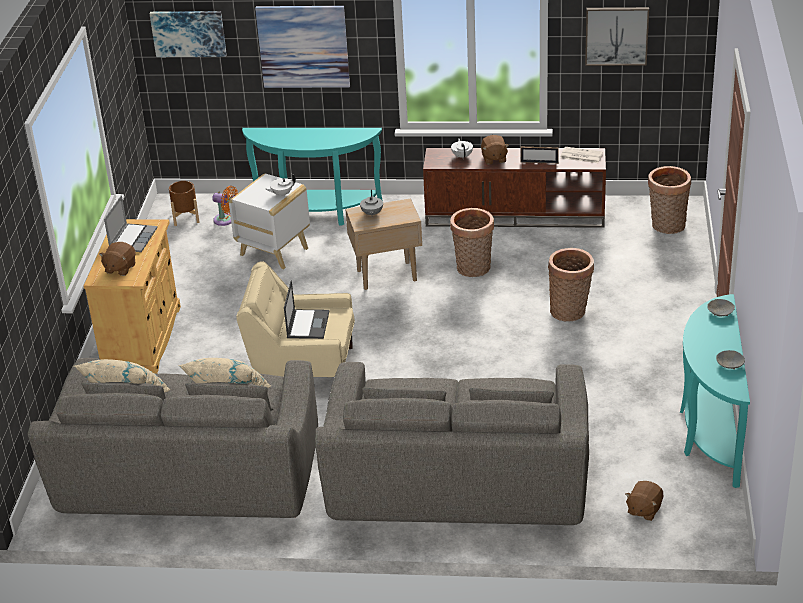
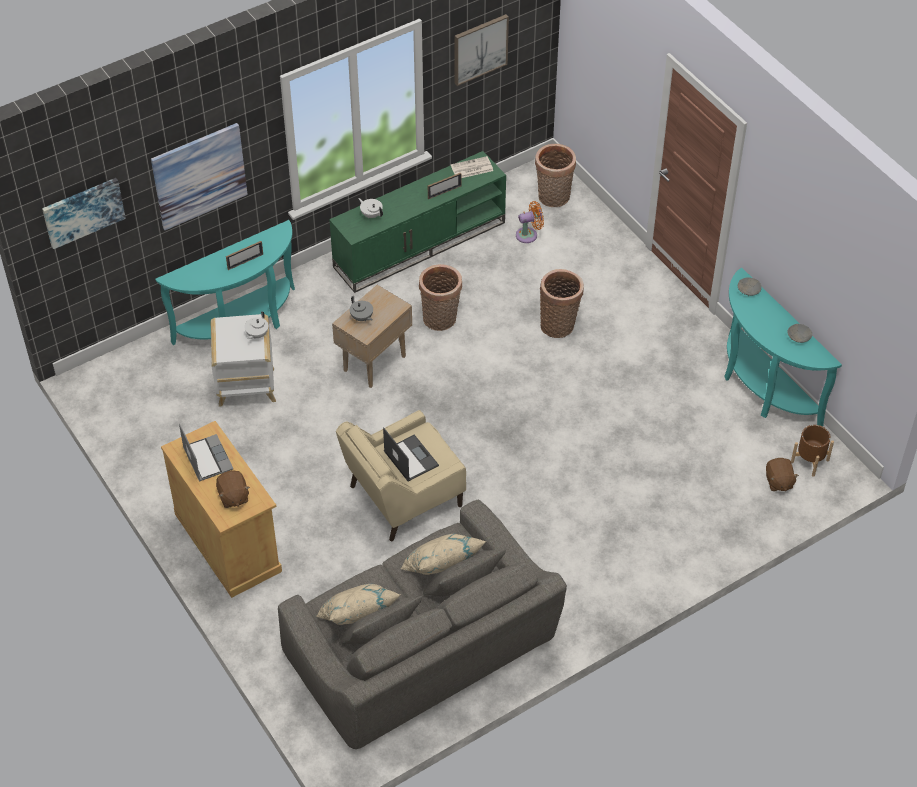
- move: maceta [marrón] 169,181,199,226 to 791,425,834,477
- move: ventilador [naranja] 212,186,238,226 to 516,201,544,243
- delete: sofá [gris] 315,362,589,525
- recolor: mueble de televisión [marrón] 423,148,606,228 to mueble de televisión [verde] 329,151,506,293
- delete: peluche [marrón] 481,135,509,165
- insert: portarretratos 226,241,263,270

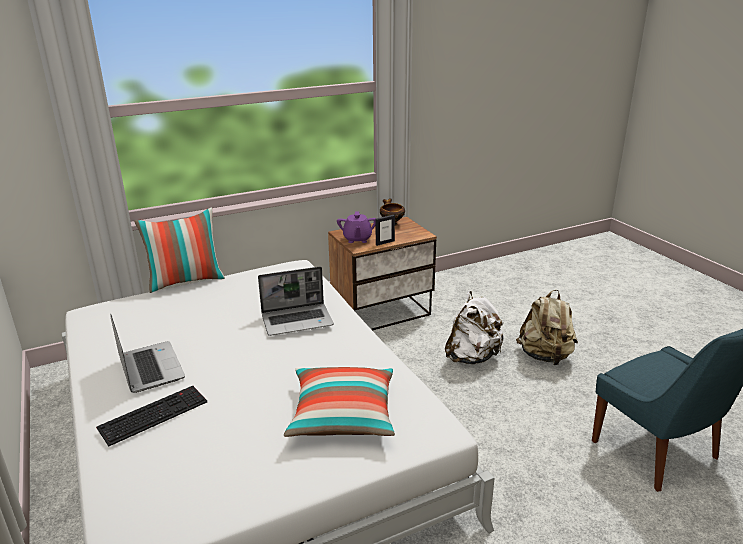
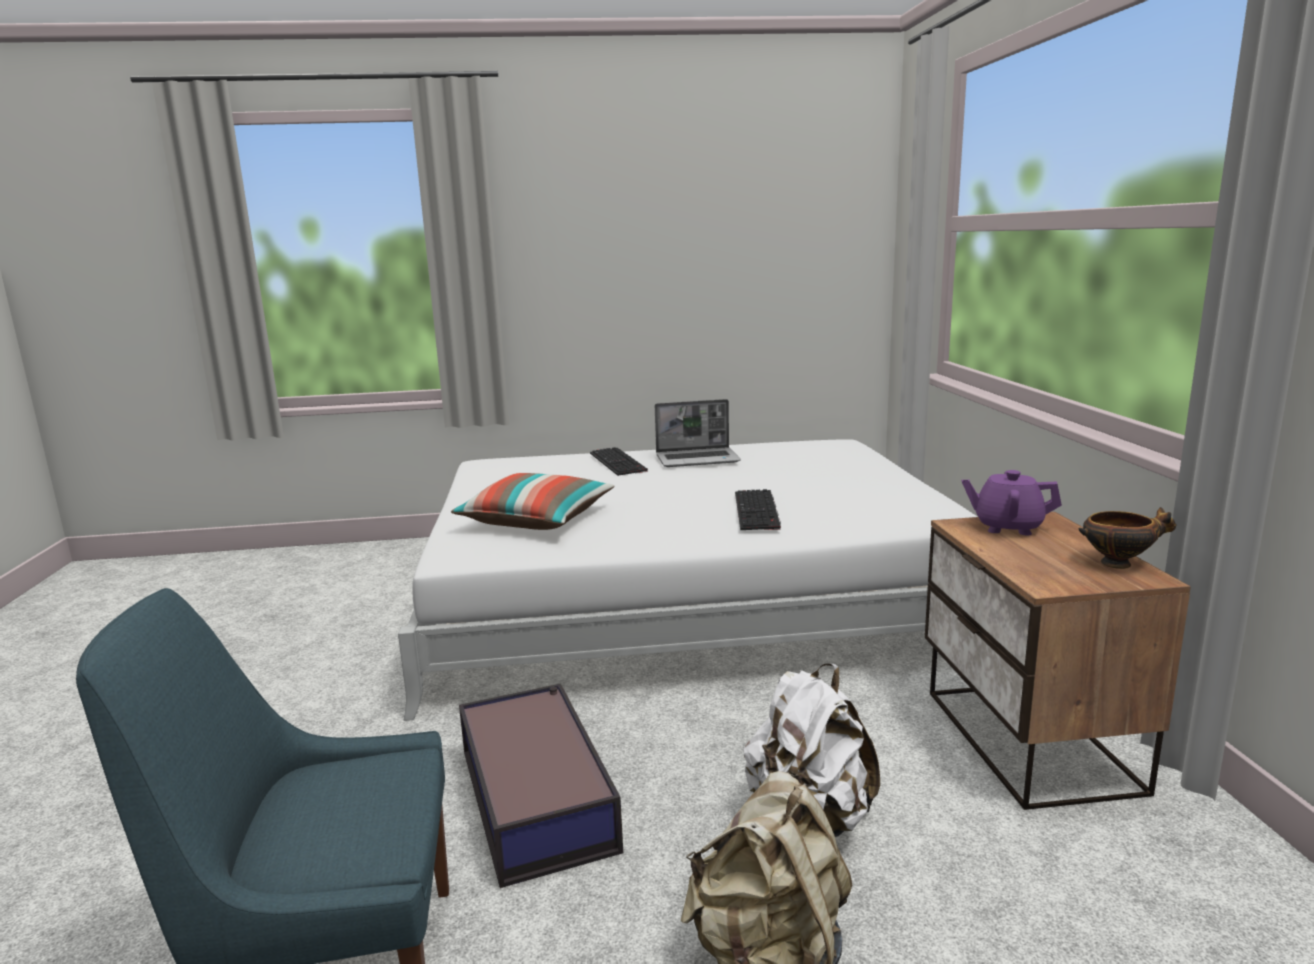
- delete: cojín 134,208,225,293
- replace: portátil 258,267,334,336 to teclado 735,489,781,530
- delete: portarretratos 376,215,395,246
- insert: caja de almacenaje 459,683,623,888

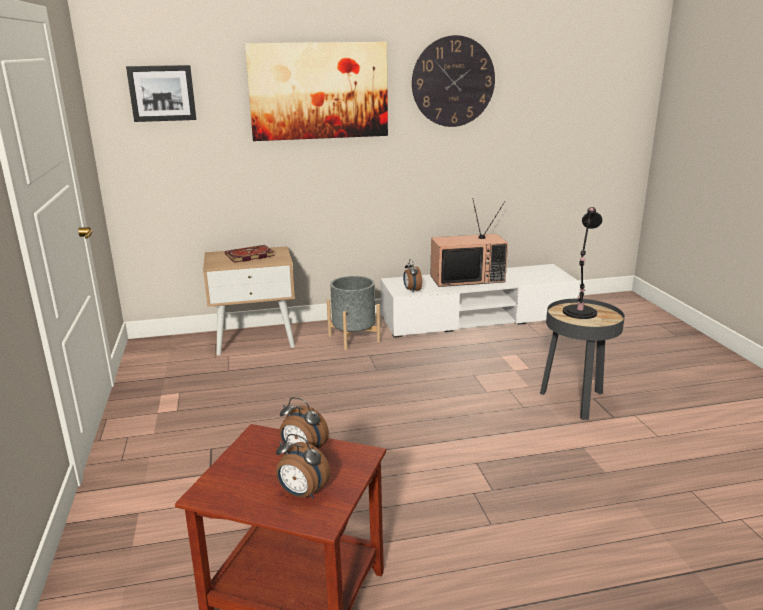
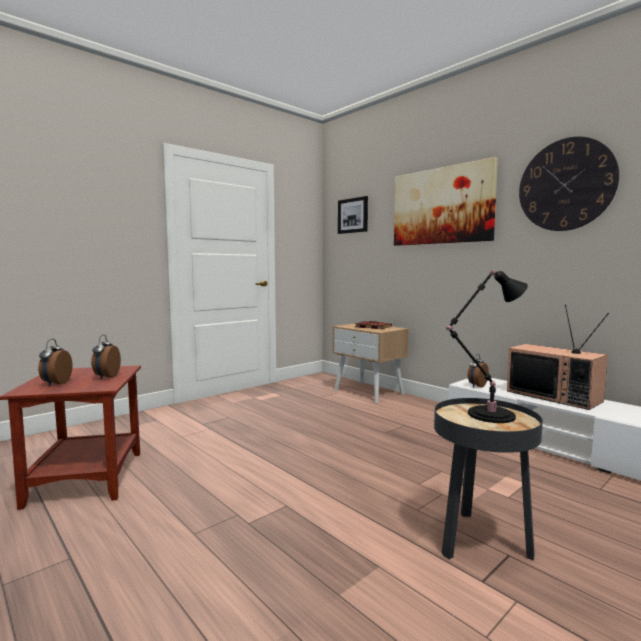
- delete: maceta [gris] 327,276,380,350

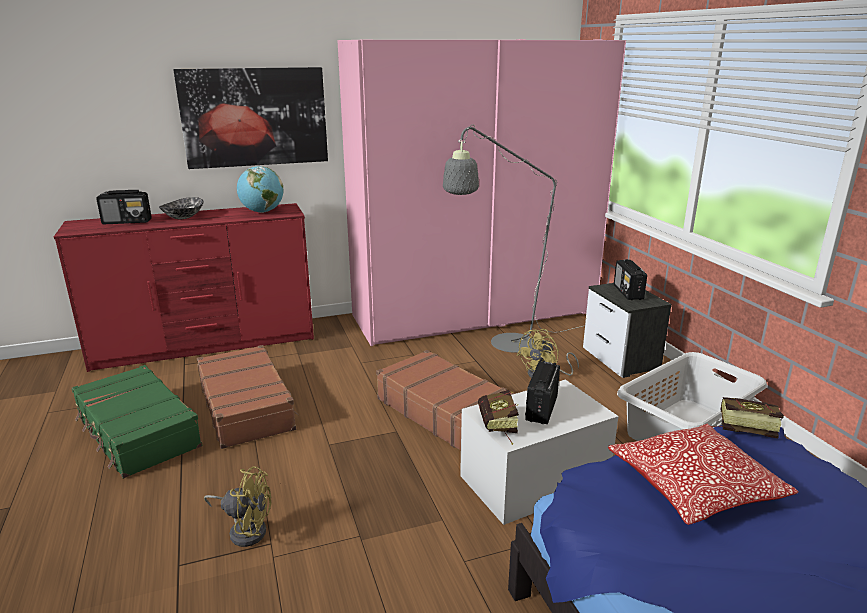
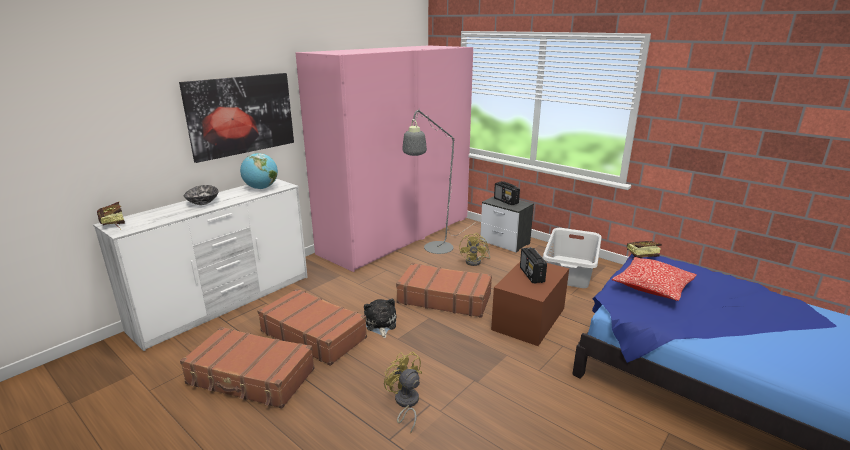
- recolor: cómoda [rojo] 54,203,314,372 to cómoda [blanco] 93,178,308,351
- recolor: maleta [verde] 72,365,203,478 to maleta [marrón] 180,327,315,409
- delete: radio 96,190,152,224
- rotate: ventilador [amarillo] 204,466,271,547 = 384,352,422,433 105 degrees counterclockwise
- recolor: caja de almacenaje [blanco] 460,379,618,525 to caja de almacenaje [marrón] 491,262,569,346
- move: libro 478,390,519,445 to 97,202,125,230
- insert: peluche 364,299,396,338

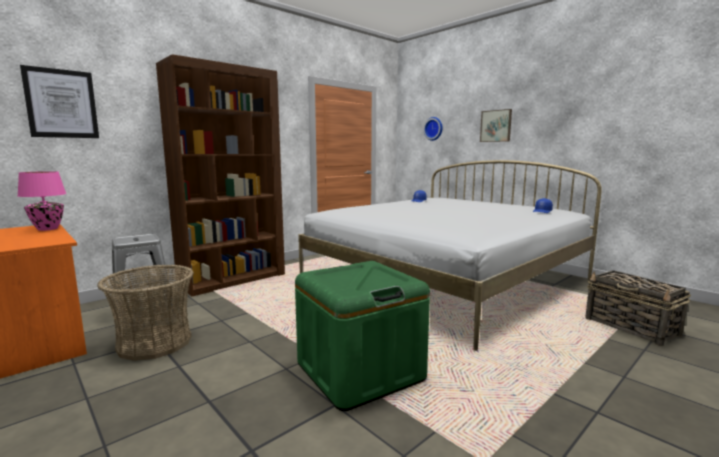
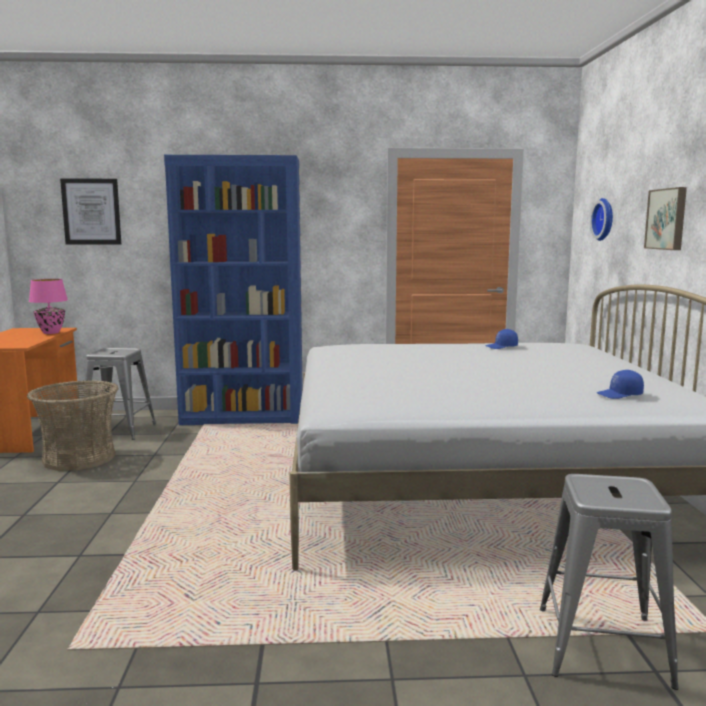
- recolor: estantería [marrón] 156,54,285,296 to estantería [azul] 164,155,303,425
- delete: caja de almacenaje [verde] 295,261,430,411
- replace: cesta 585,270,691,346 to taburete [gris] 540,474,679,690

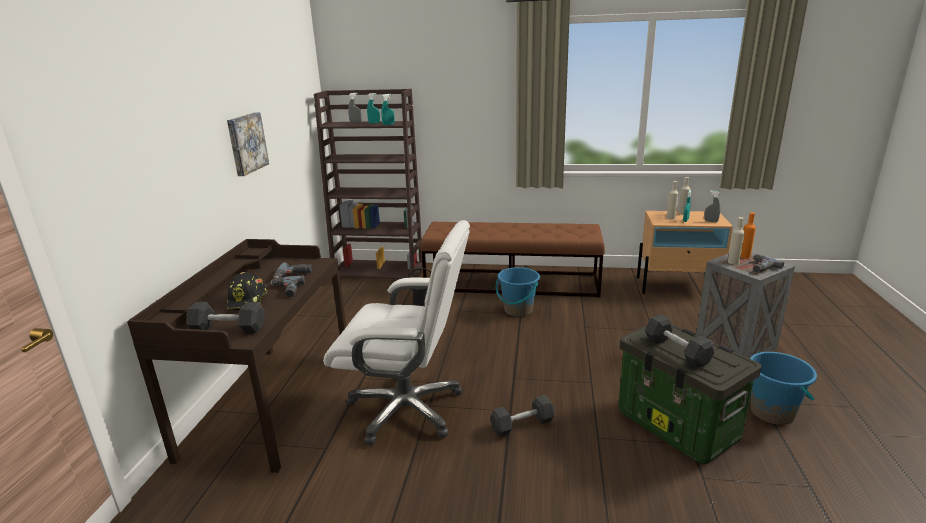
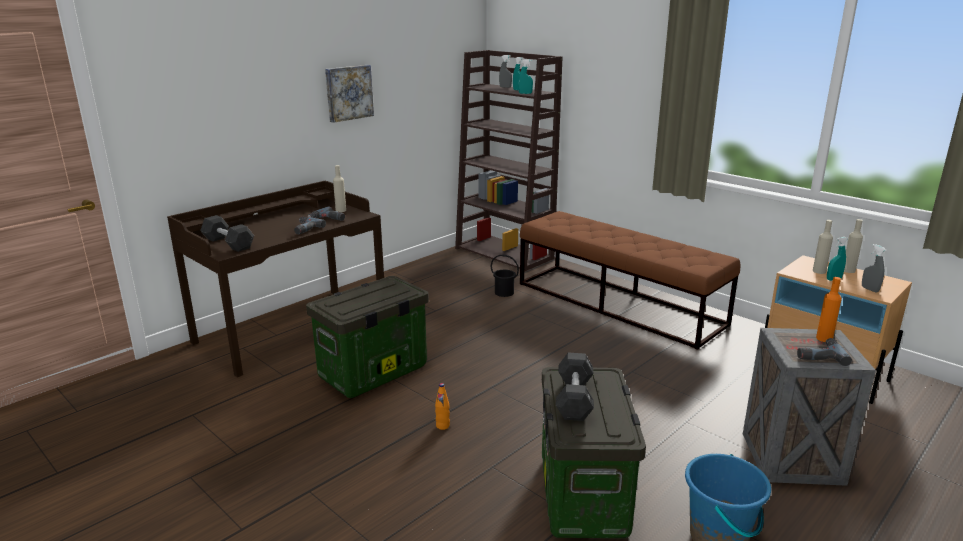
- delete: casco [negro] 226,272,267,310
- replace: silla de oficina [blanco] 323,220,470,445 to caja de almacenaje 306,276,429,398
- replace: mancuerna [negro] 490,395,555,437 to botella [naranja] 435,383,450,430
- delete: cubo [azul] 496,267,540,317
- move: botella [beis] 728,217,745,265 to 333,165,346,212

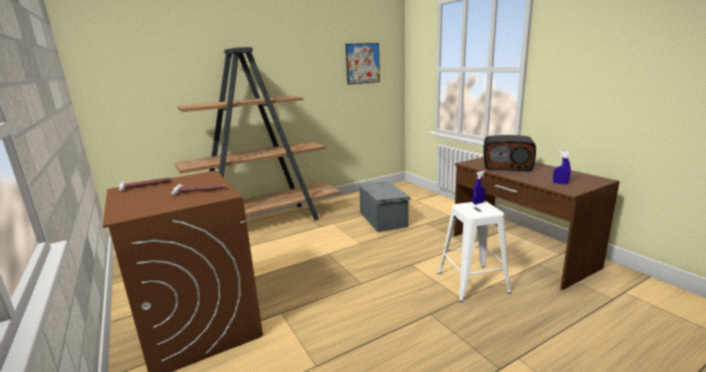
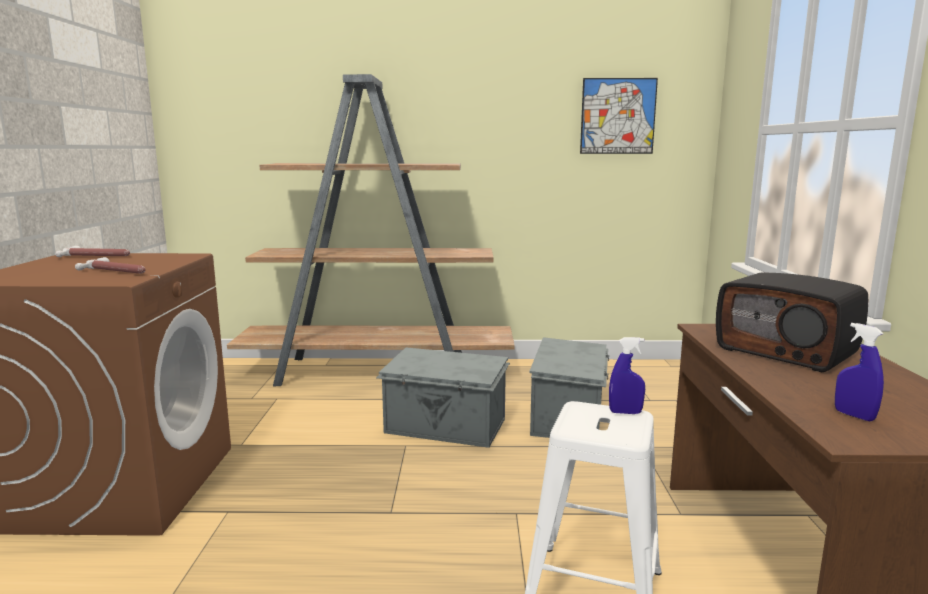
- insert: caja de almacenaje [gris] 376,347,510,448

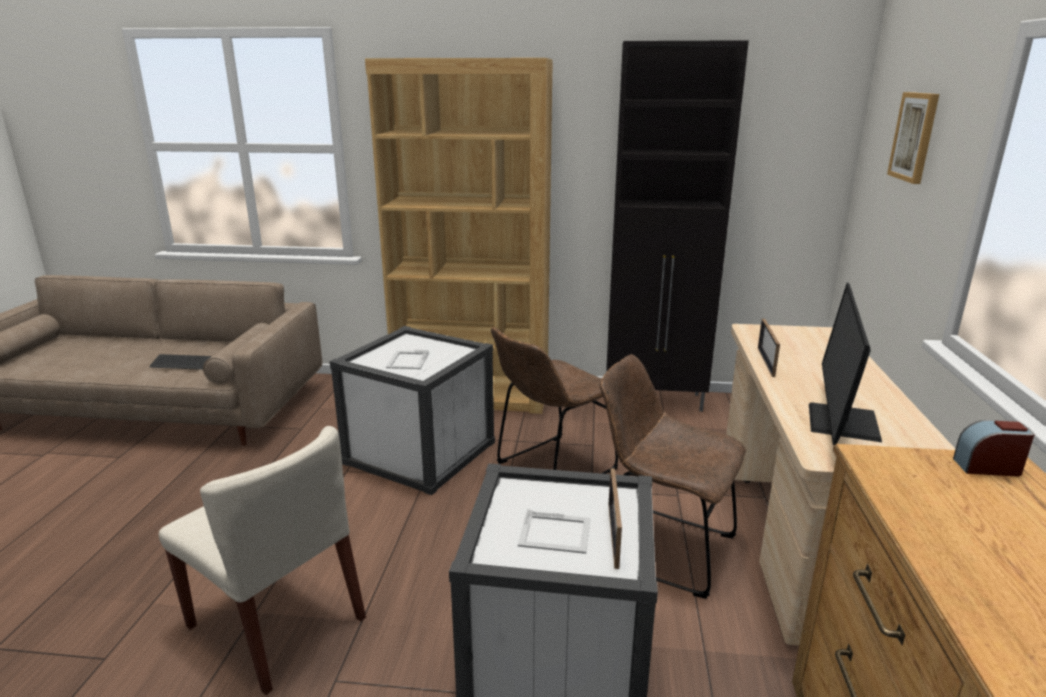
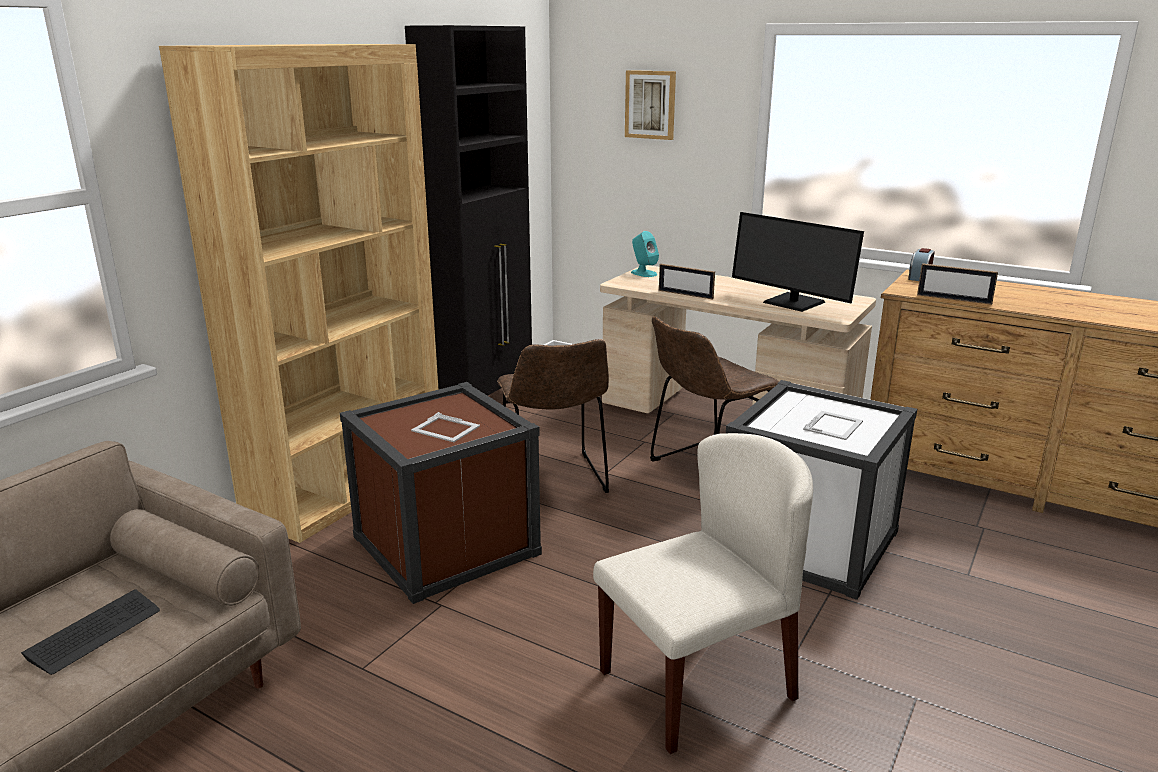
- recolor: caja de almacenaje [blanco] 329,326,495,495 to caja de almacenaje [marrón] 340,382,542,604
- move: portarretratos 608,468,622,569 to 917,263,998,305
- insert: altavoz [turquesa] 631,231,659,277

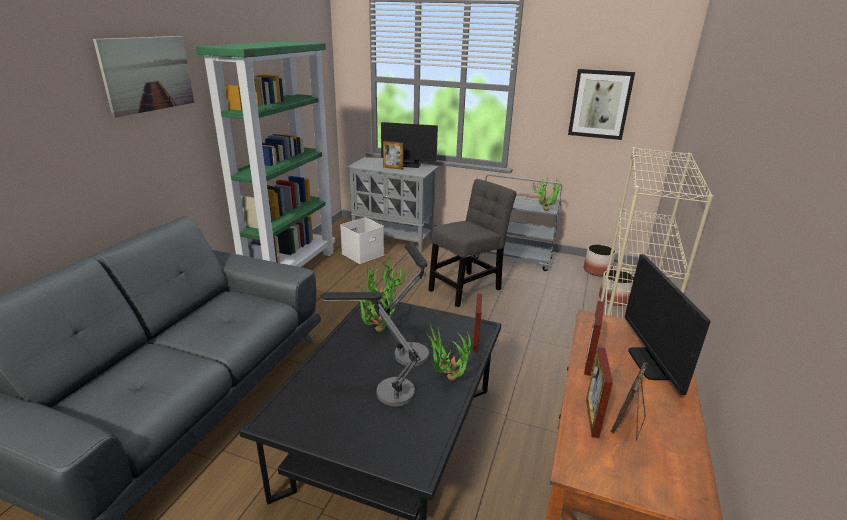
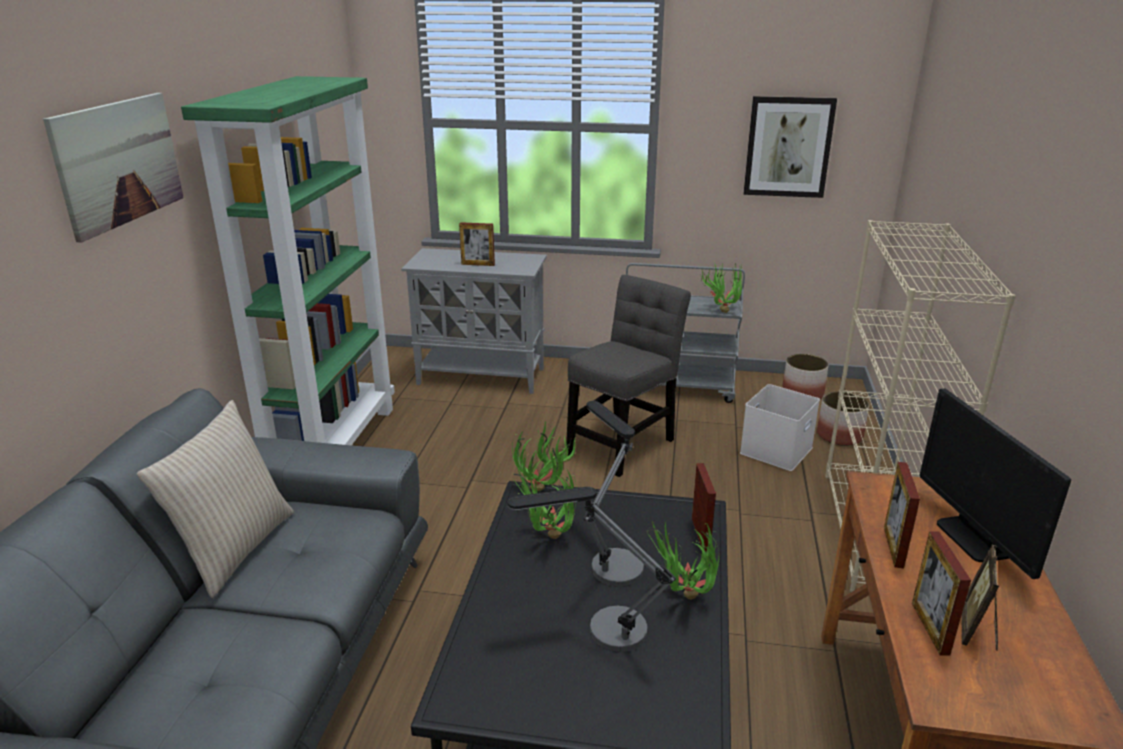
- move: caja de almacenaje [blanco] 340,217,384,264 to 740,384,820,471
- delete: monitor 381,122,438,168
- insert: cojín [beis] 137,400,294,598

